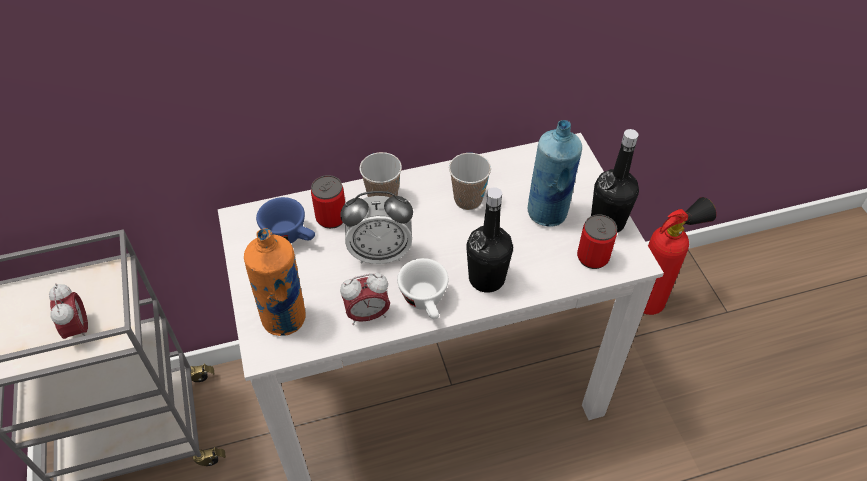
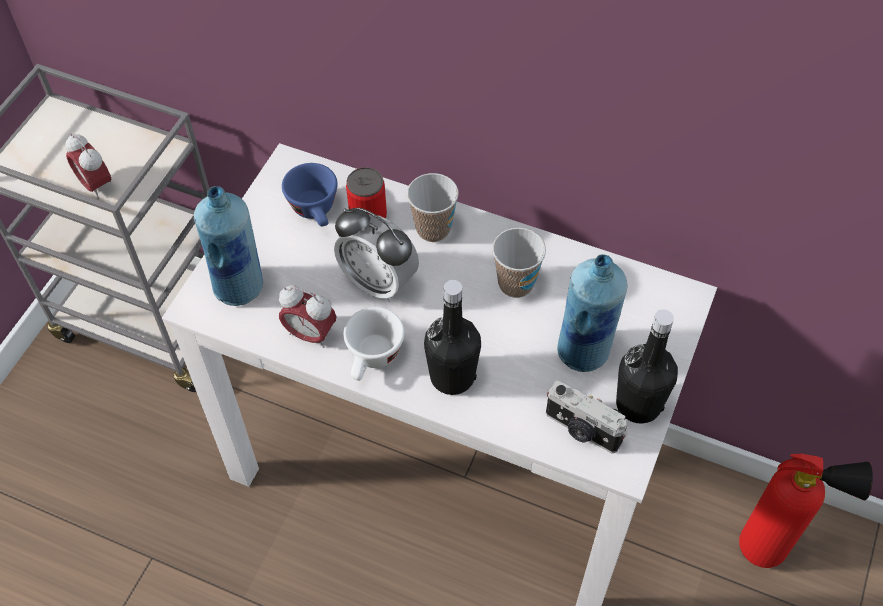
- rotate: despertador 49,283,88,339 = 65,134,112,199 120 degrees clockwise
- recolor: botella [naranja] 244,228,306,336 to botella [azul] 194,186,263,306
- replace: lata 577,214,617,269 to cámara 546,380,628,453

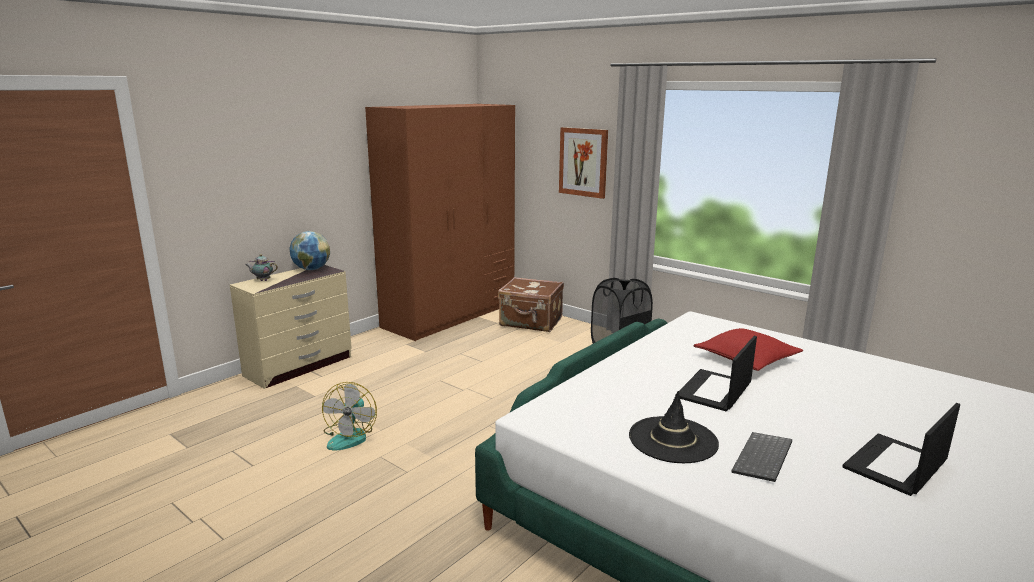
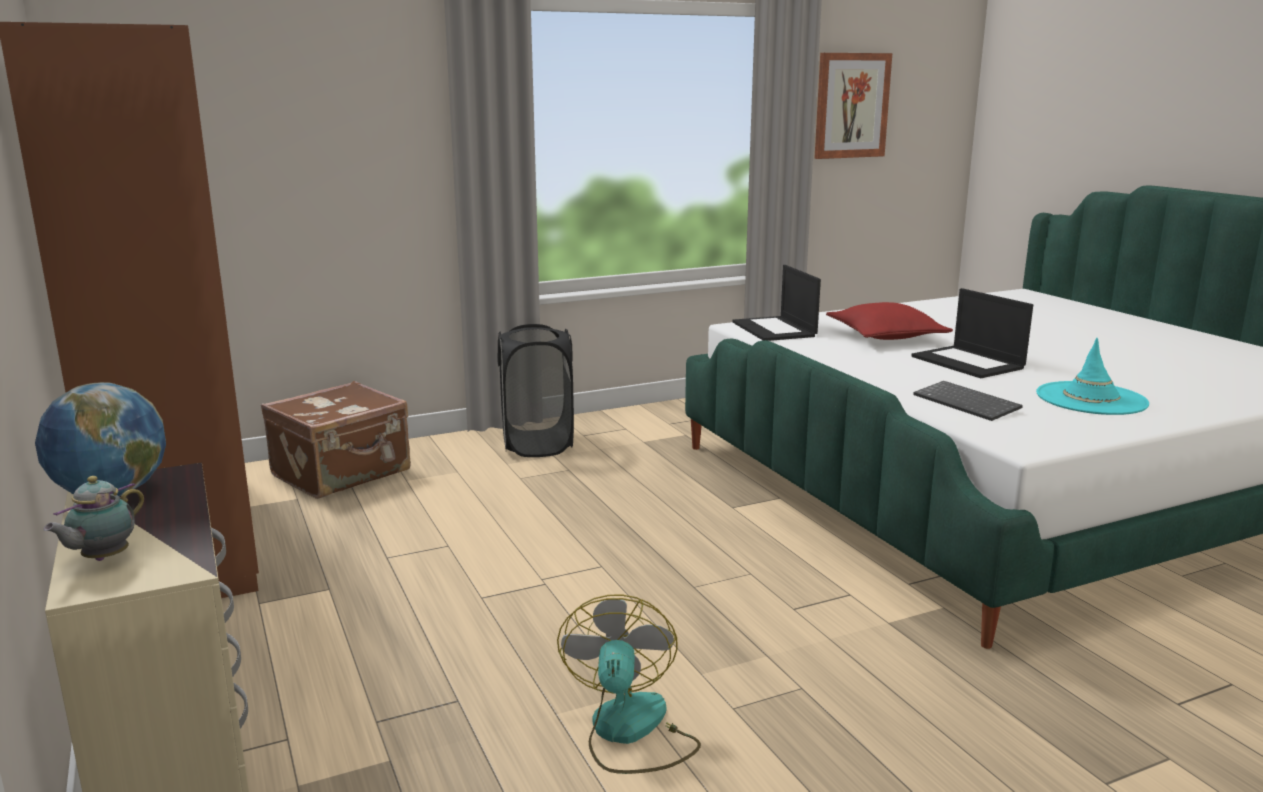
- rotate: ventilador 322,382,377,451 = 557,594,701,774 120 degrees counterclockwise
- move: cuadro 559,127,608,199 to 814,53,892,159
- recolor: sombrero [negro] 629,391,719,463 to sombrero [turquesa] 1036,338,1149,415
- move: teclado 731,432,792,482 to 913,381,1023,421
- move: portátil 842,403,960,496 to 732,265,821,341

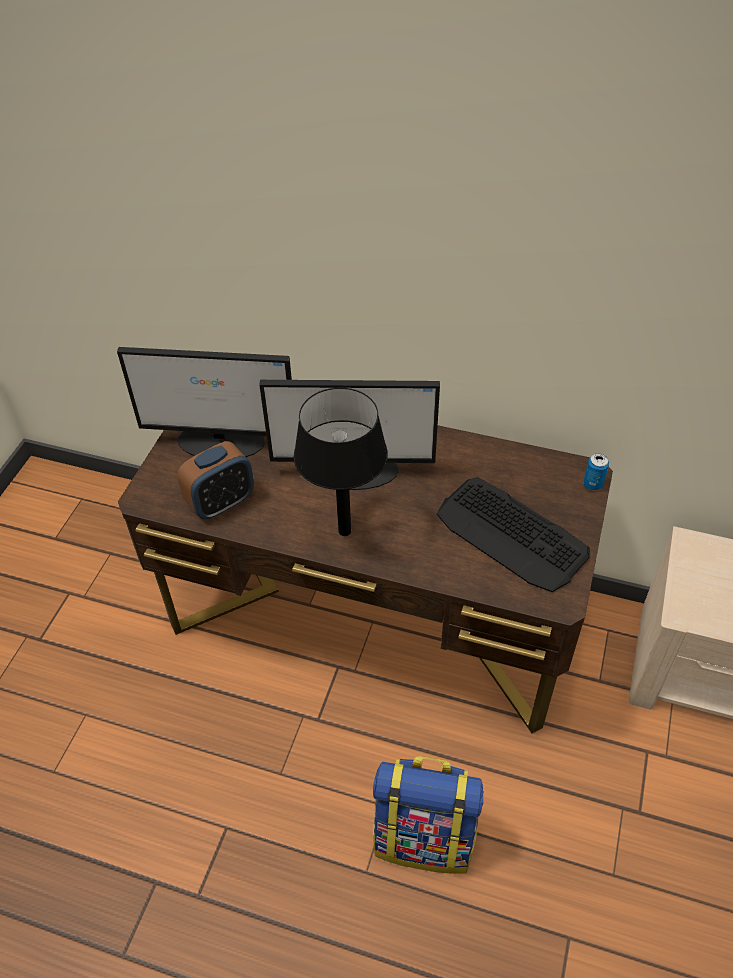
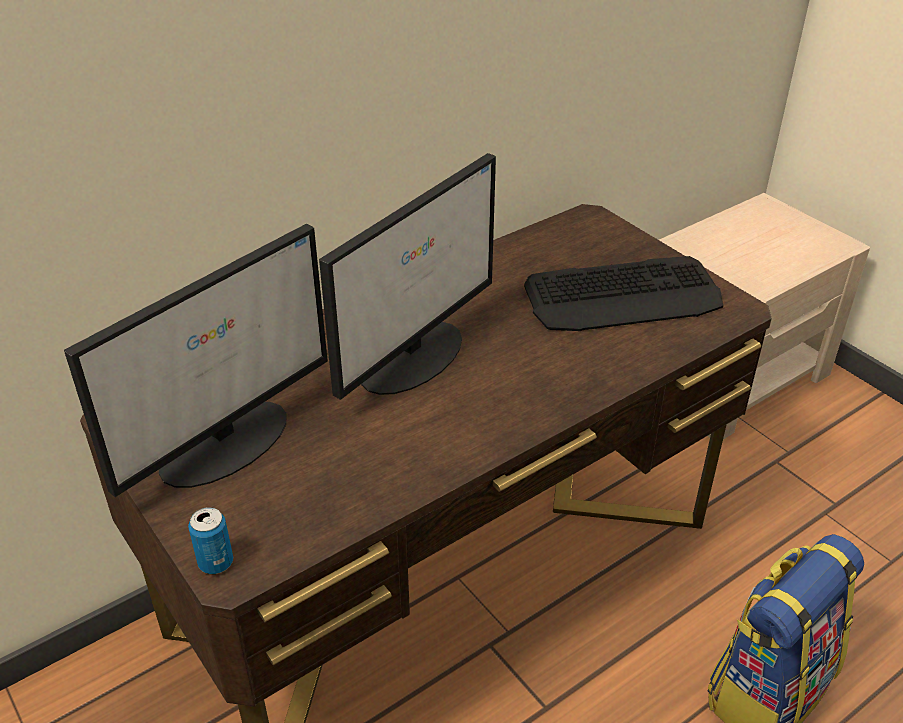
- delete: despertador 177,441,254,519
- delete: lámpara de mesa [negro] 294,388,388,536
- move: lata 583,453,609,490 to 188,507,233,574

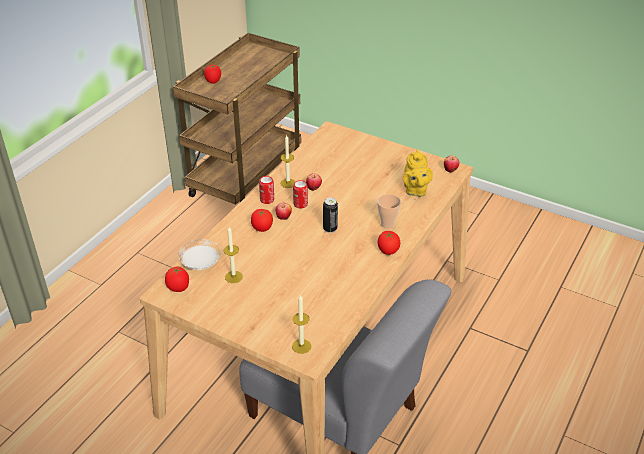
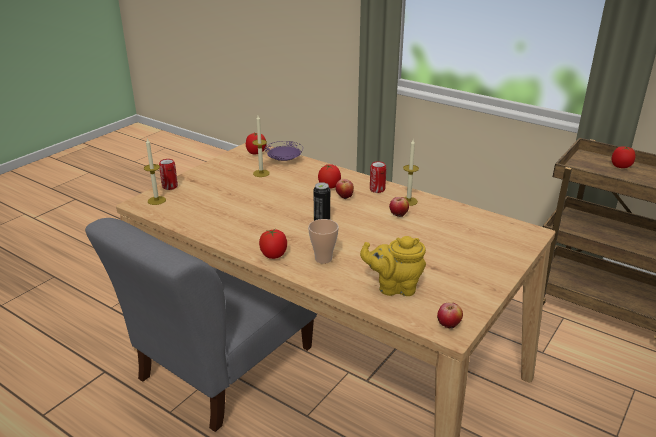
- recolor: plato [blanco] 178,239,221,270 to plato [morado] 264,141,303,161
- move: lata 293,180,308,208 to 159,159,178,190

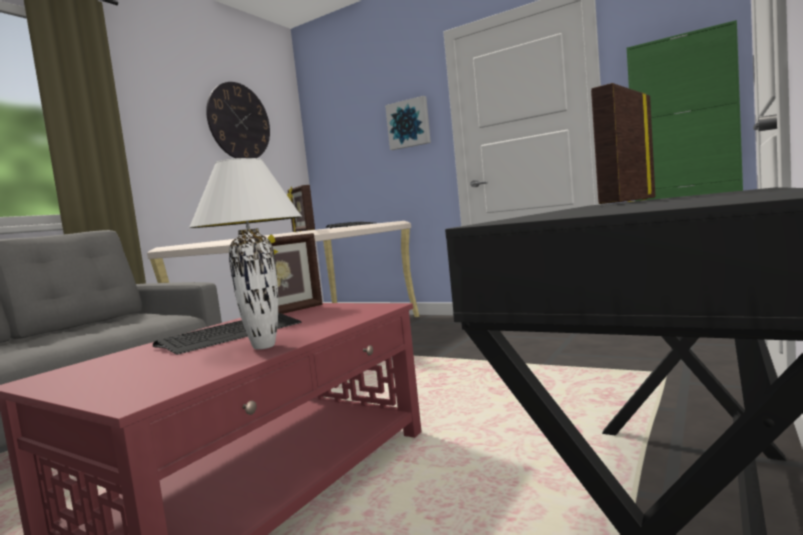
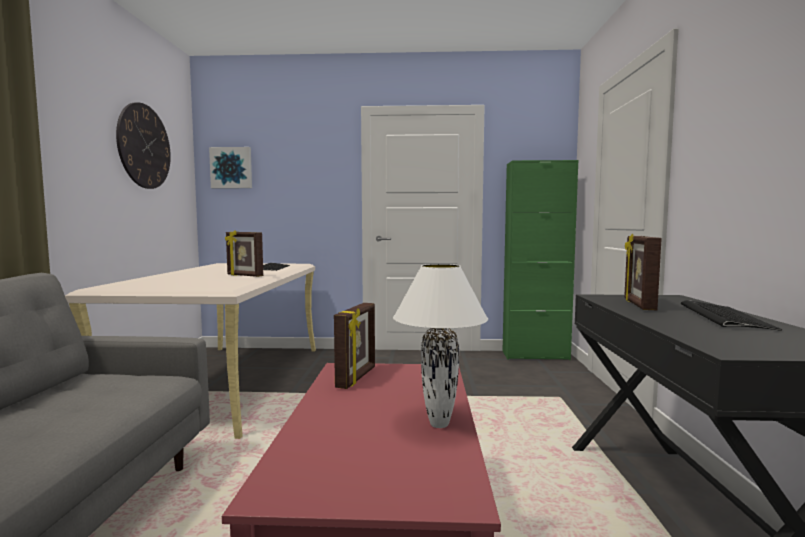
- move: teclado 153,313,302,355 to 681,300,782,331
- move: cuadro 385,96,431,150 to 209,147,252,188

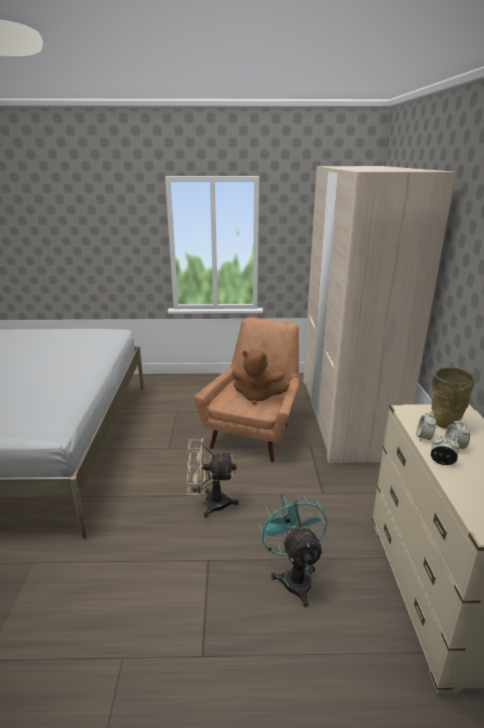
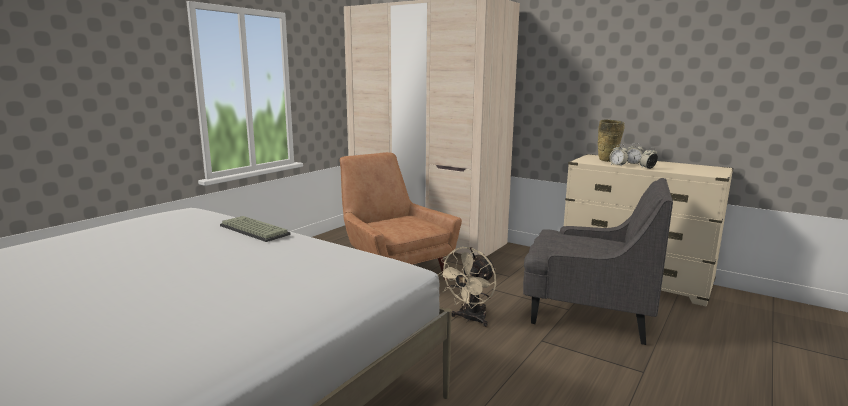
- delete: peluche [marrón] 232,350,290,405
- replace: ventilador [turquesa] 259,494,327,607 to sillón [gris] 523,178,673,345
- insert: teclado 220,216,291,242

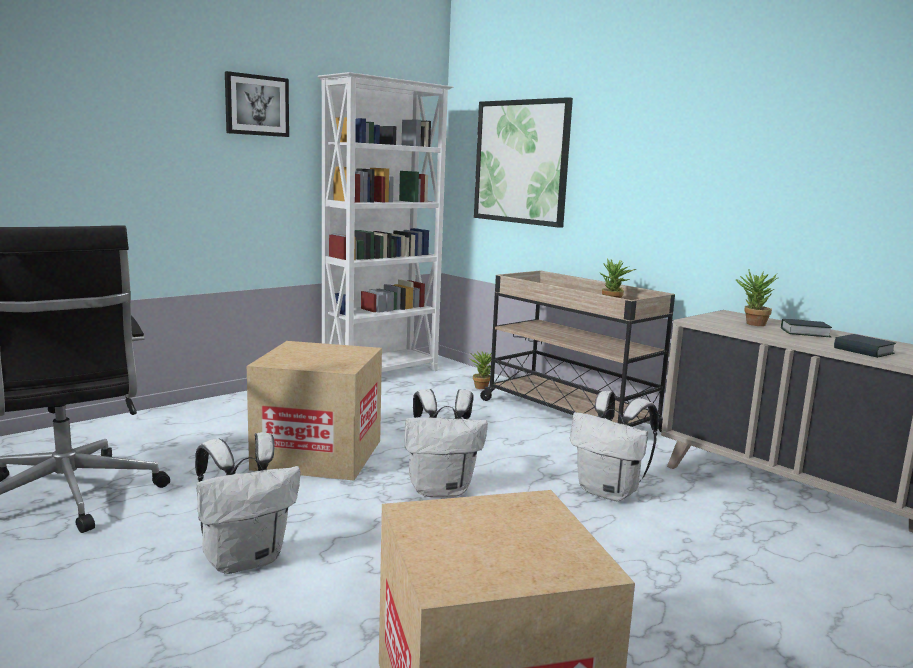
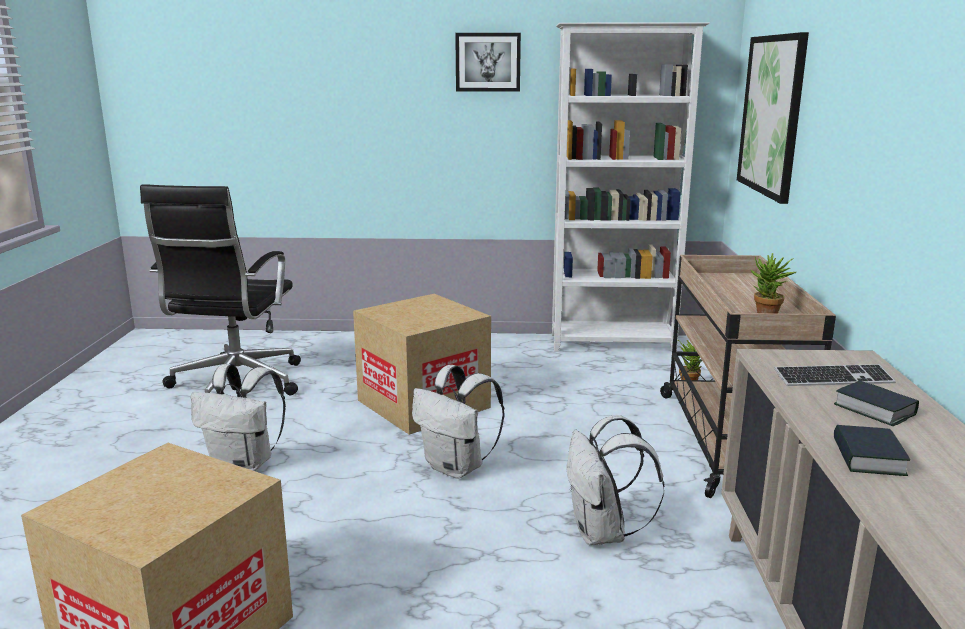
- replace: planta en maceta 736,269,778,326 to teclado 774,364,896,386

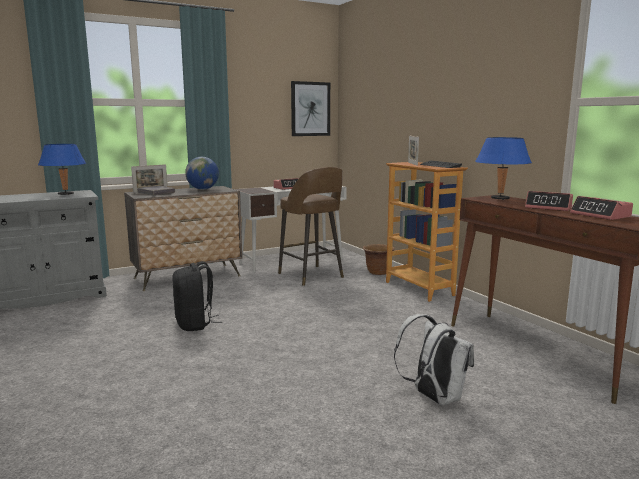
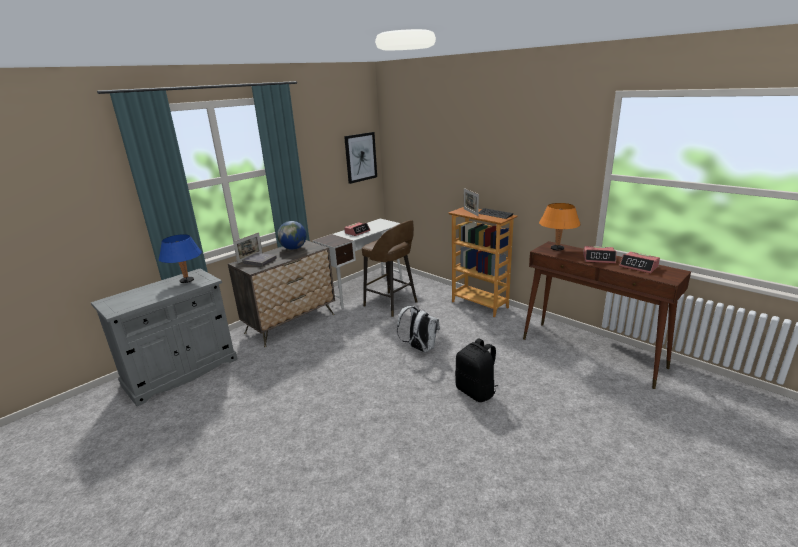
- move: mochila [negro] 172,261,222,331 to 455,338,498,402
- delete: maceta [marrón] 363,244,395,275
- move: mochila [blanco] 394,314,474,405 to 397,306,440,353
- recolor: lámpara de mesa [azul] 475,137,532,200 to lámpara de mesa [naranja] 539,203,581,251

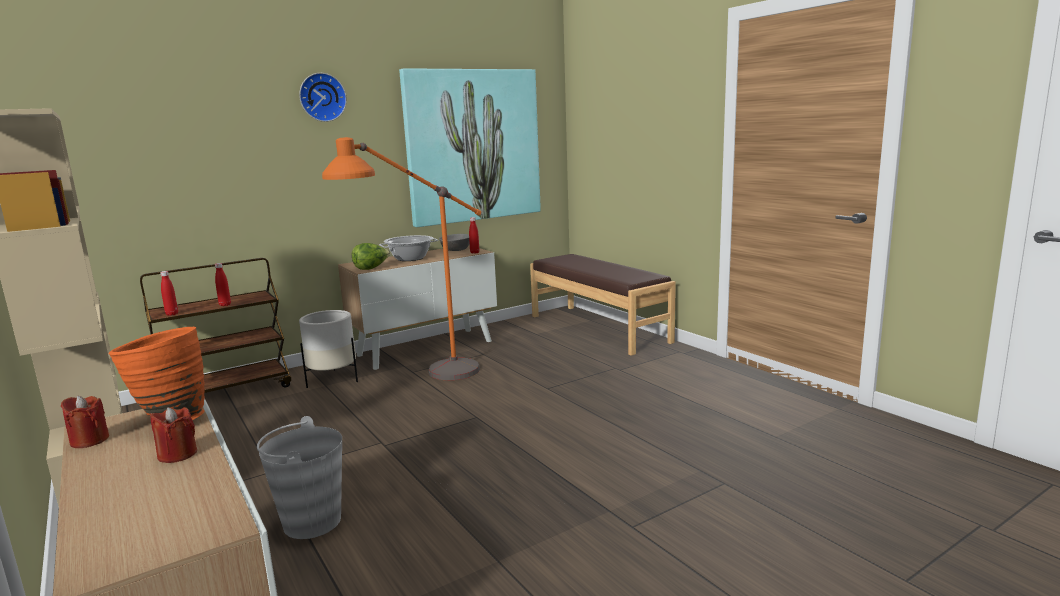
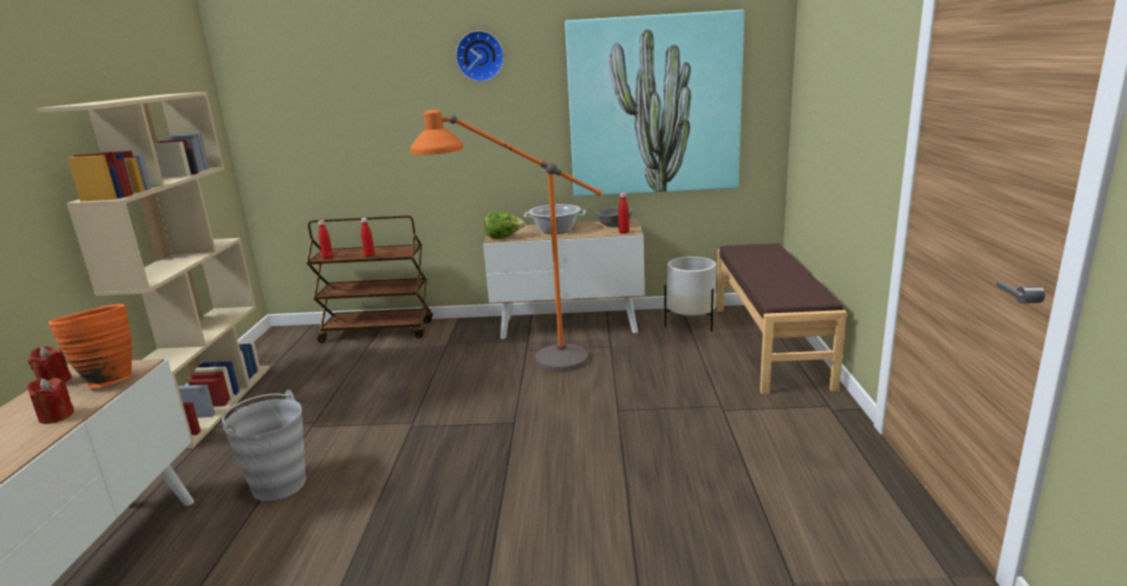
- move: maceta [blanco] 299,310,358,388 to 665,257,716,332

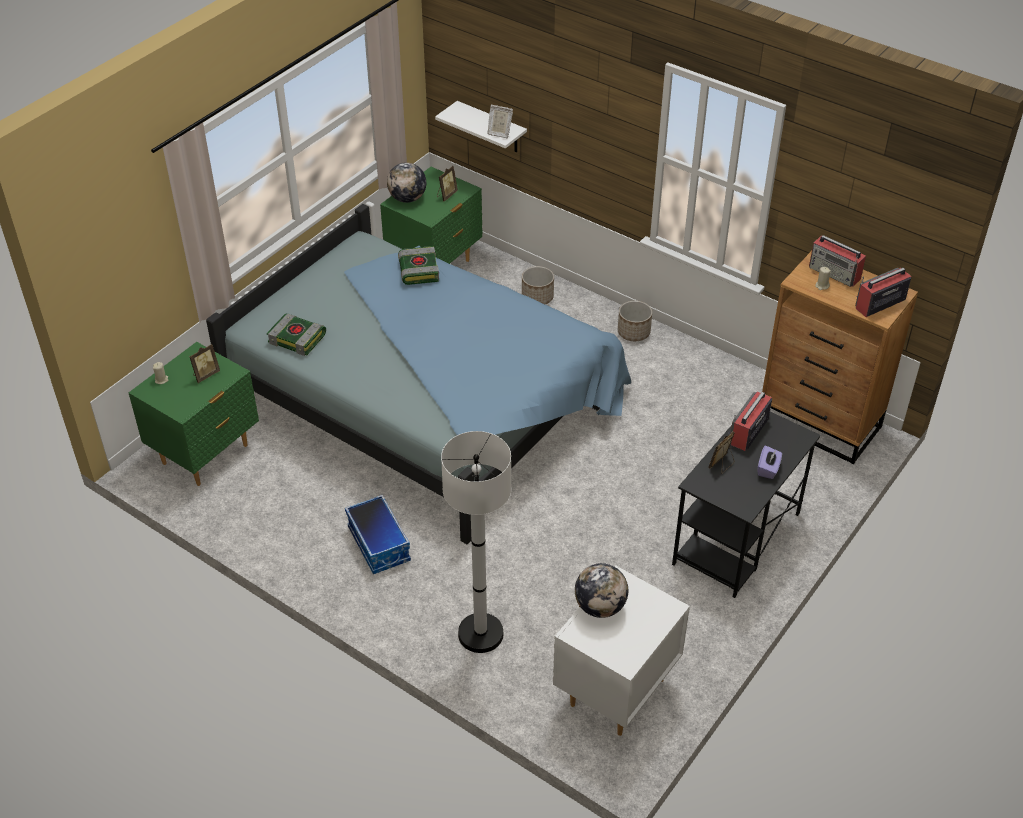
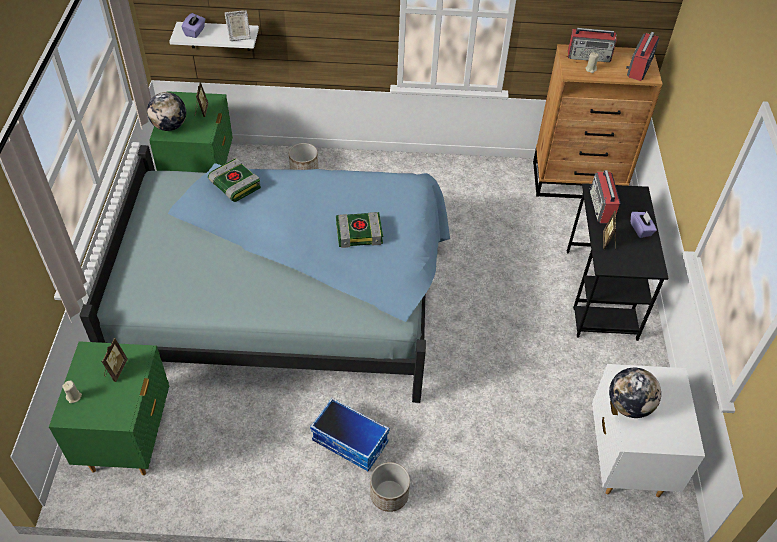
- move: libro 267,314,326,356 to 336,212,383,248
- delete: lámpara de pie [blanco] 441,431,511,653
- move: maceta 618,301,652,341 to 370,462,410,512
- insert: caja de pañuelos [morado] 182,13,205,38

